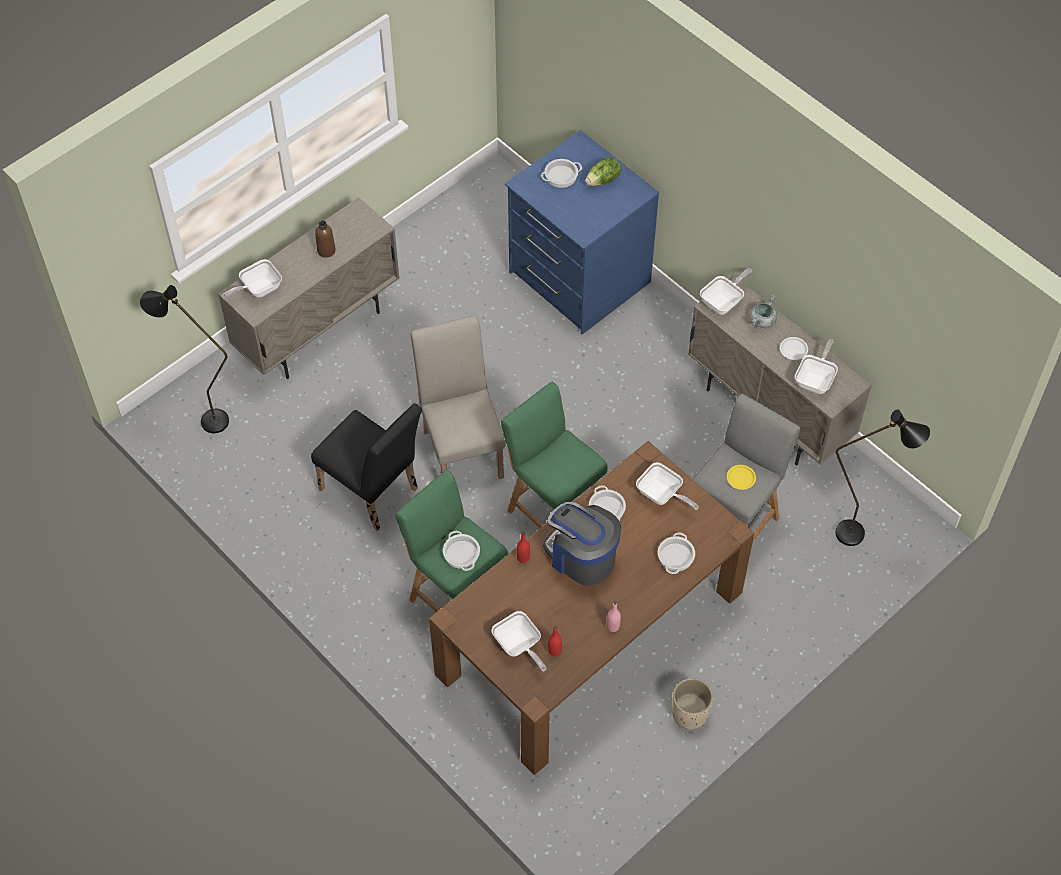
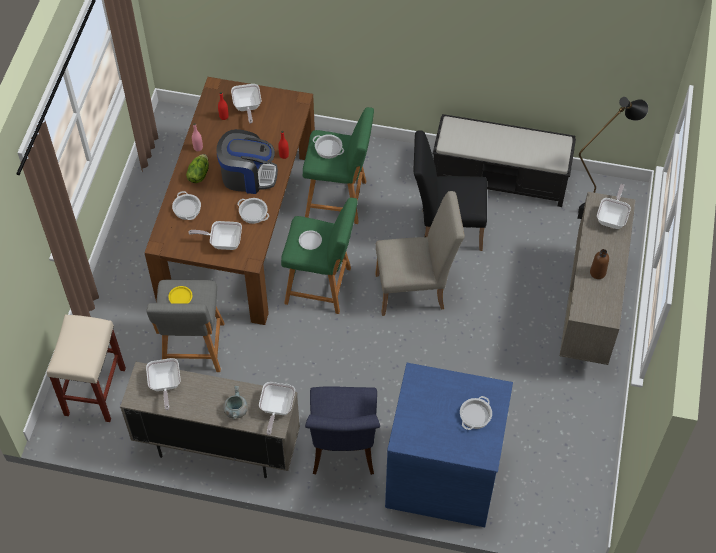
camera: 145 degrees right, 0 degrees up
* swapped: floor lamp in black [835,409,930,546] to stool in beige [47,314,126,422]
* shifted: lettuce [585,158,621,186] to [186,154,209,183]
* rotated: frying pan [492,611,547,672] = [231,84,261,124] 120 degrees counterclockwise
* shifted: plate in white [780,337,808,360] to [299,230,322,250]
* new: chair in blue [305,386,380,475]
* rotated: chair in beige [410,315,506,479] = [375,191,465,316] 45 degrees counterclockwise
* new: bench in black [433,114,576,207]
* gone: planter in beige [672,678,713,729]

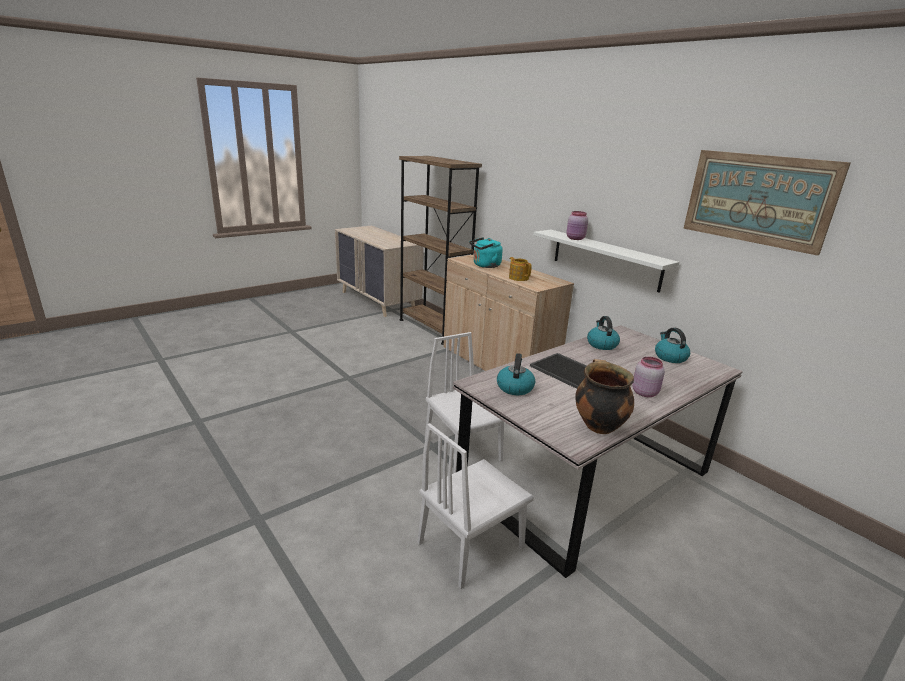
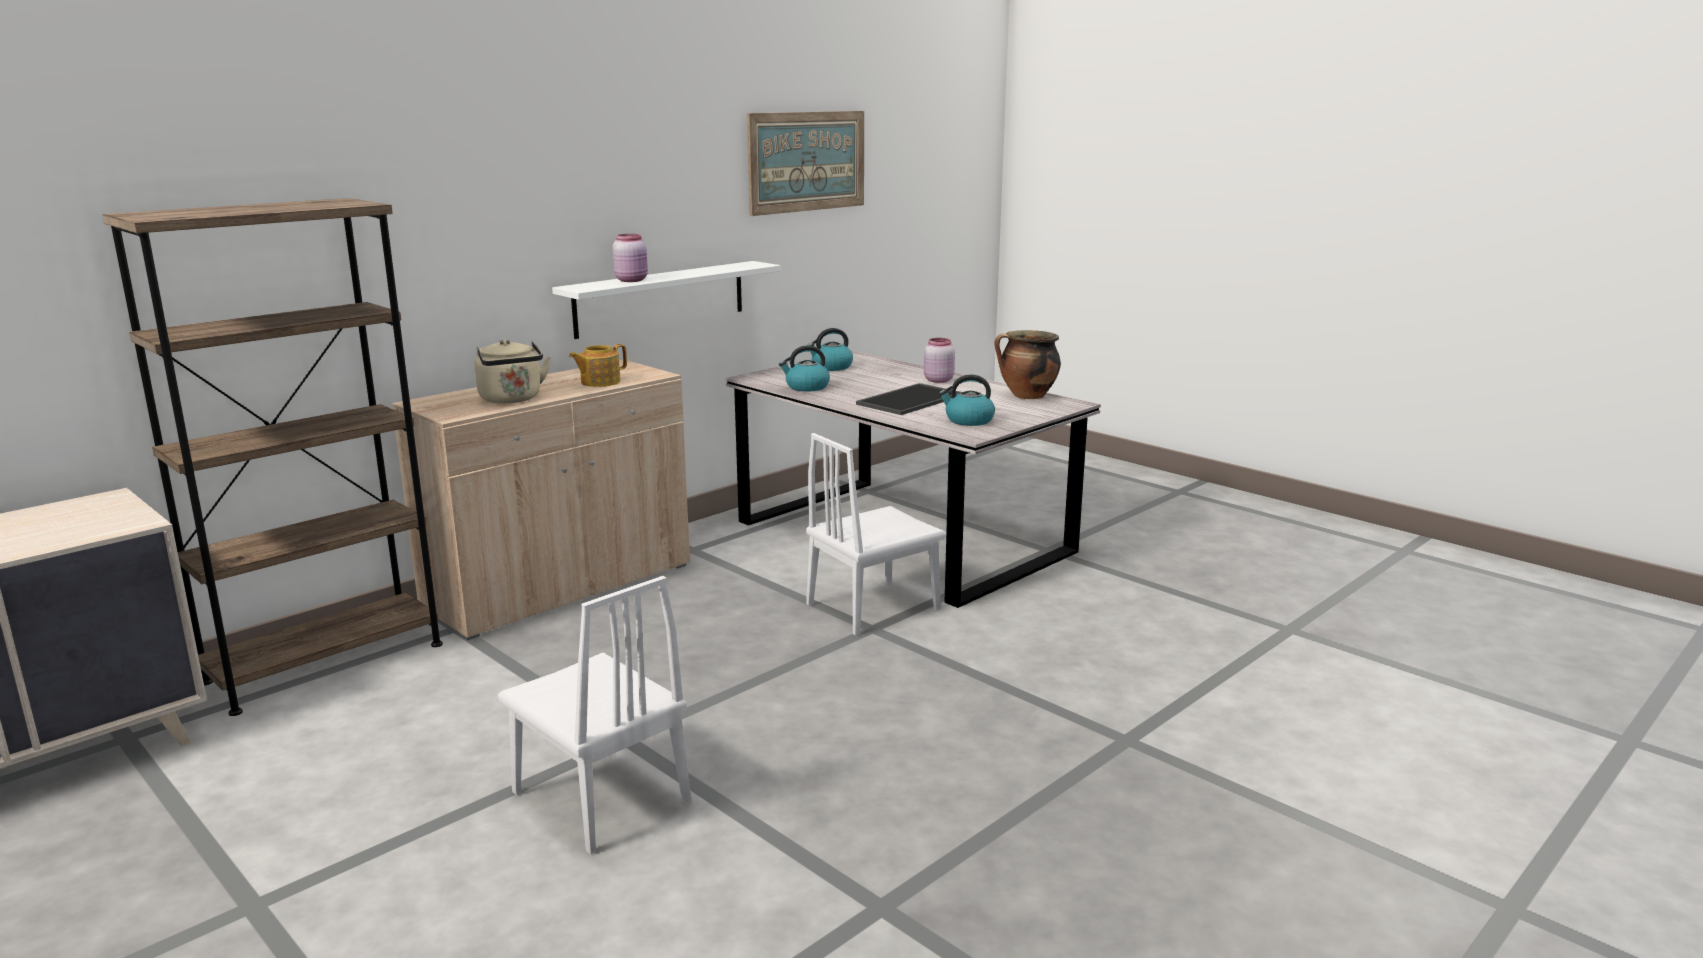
camera: 95 degrees left, 5 degrees down
* repainted: kettle in turquoise [470,237,503,268] to kettle in beige [475,339,551,403]
* shifted: chair in white [417,423,534,589] to [498,576,692,855]

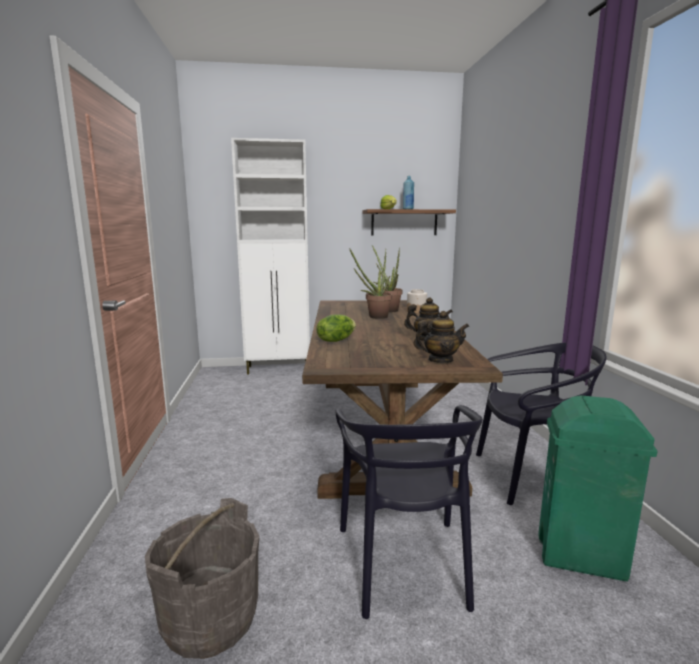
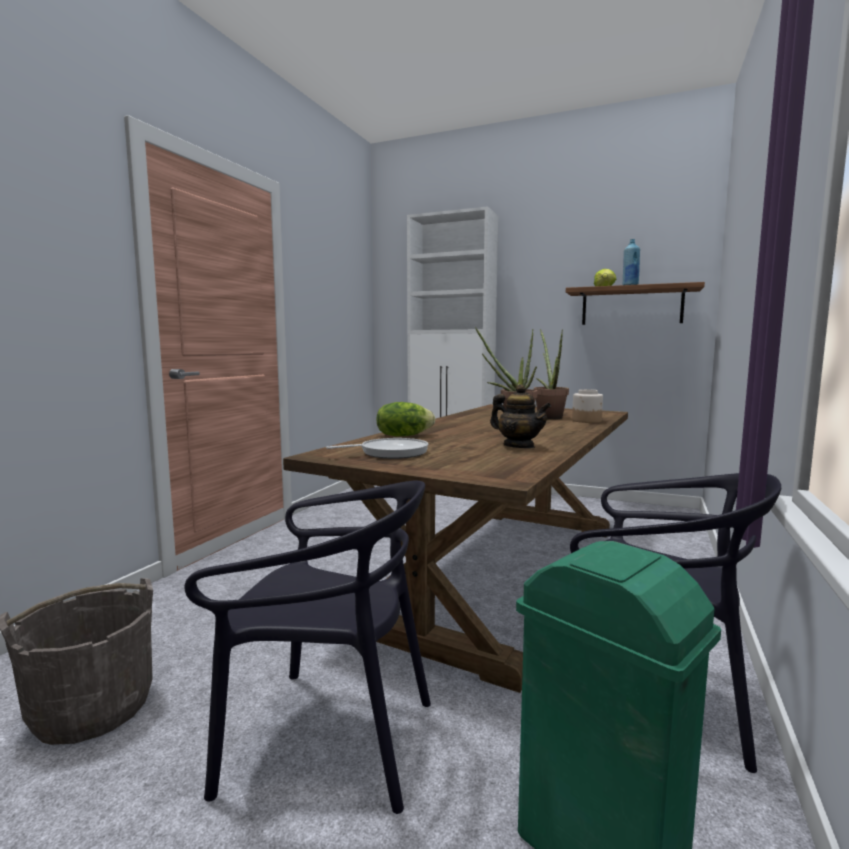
camera: 30 degrees right, 5 degrees down
* rotated: chair in black [335,405,483,619] = [185,481,431,814] 105 degrees counterclockwise
* new: frying pan [326,438,428,459]
* gone: teapot [414,311,469,363]

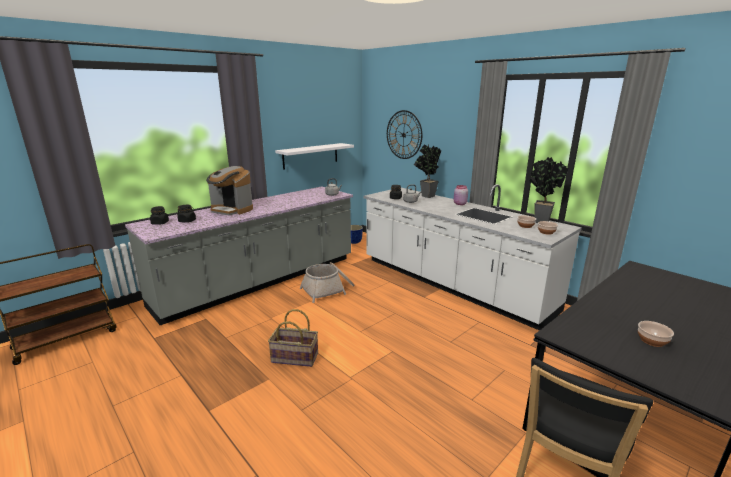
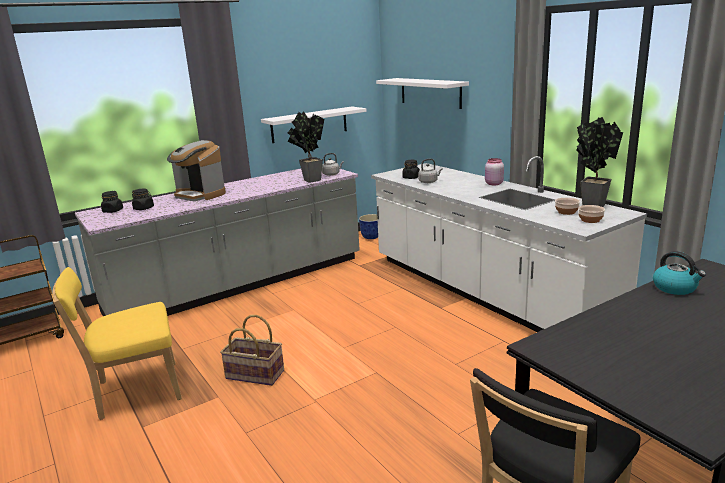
camera: 10 degrees right, 0 degrees up
* new: chair in yellow [53,267,182,420]
* shifted: potted plant [414,144,442,198] to [287,111,324,183]
* swapped: wall clock [387,110,422,159] to shelf in white [376,78,469,109]
* new: kettle [653,251,706,295]
* gone: basket [300,262,355,303]
* gone: bowl [638,321,674,347]

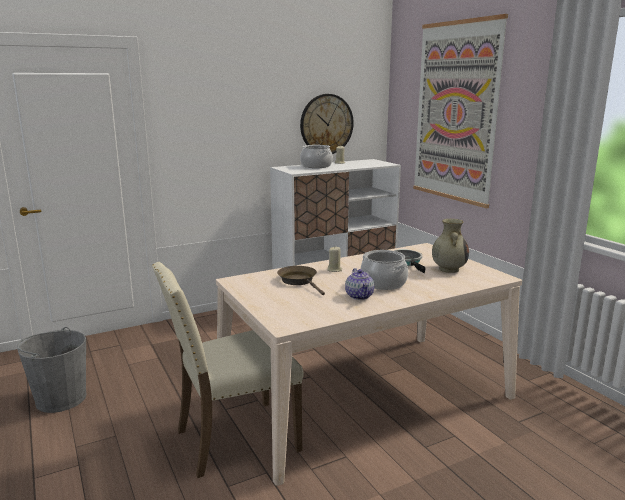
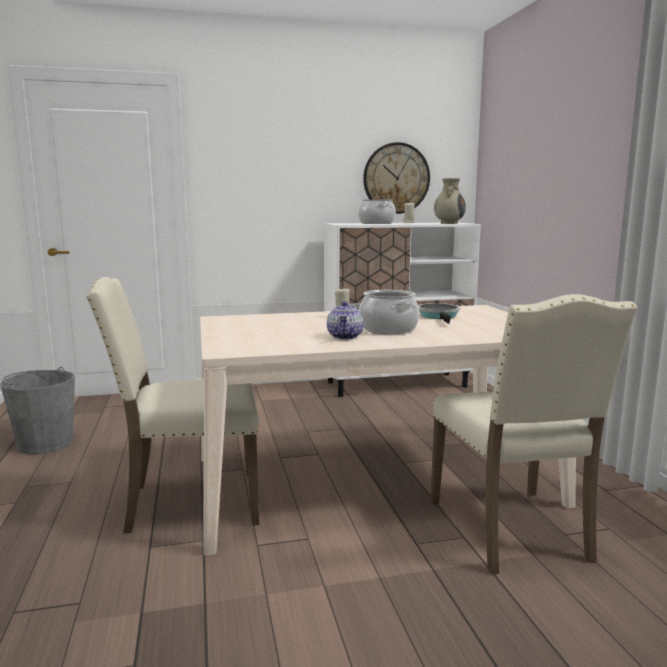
camera: 15 degrees right, 5 degrees down
* new: chair in beige [430,294,637,575]
* shifted: vase in beige [432,219,469,273] to [434,178,466,224]
* gone: frying pan in brown [277,266,325,295]
* gone: picture [413,14,508,208]

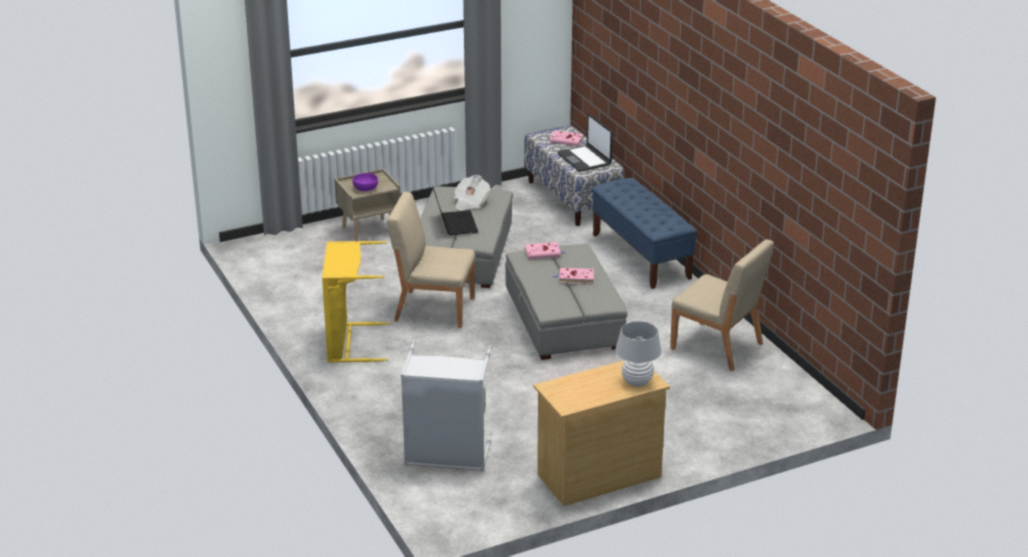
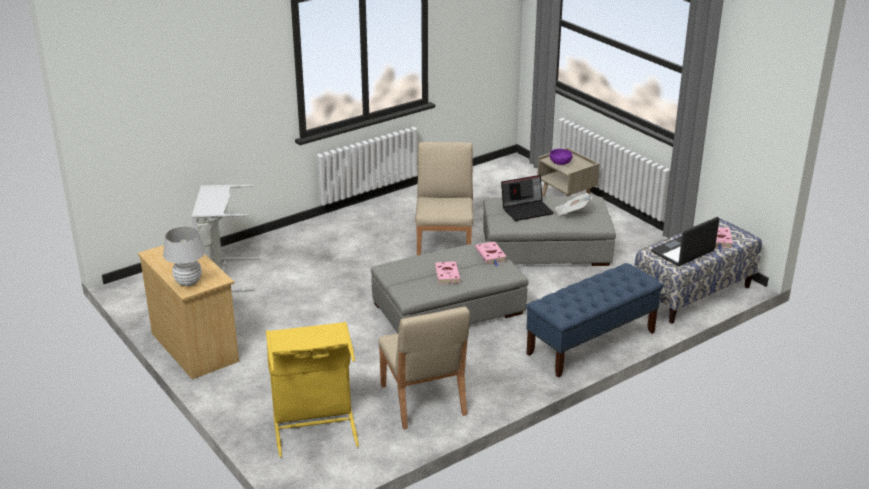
camera: 80 degrees right, 0 degrees up
* shifted: laundry basket in yellow [322,241,390,362] to [266,322,359,457]
* rotated: chair in beige [670,239,774,371] = [378,307,470,429] 45 degrees counterclockwise

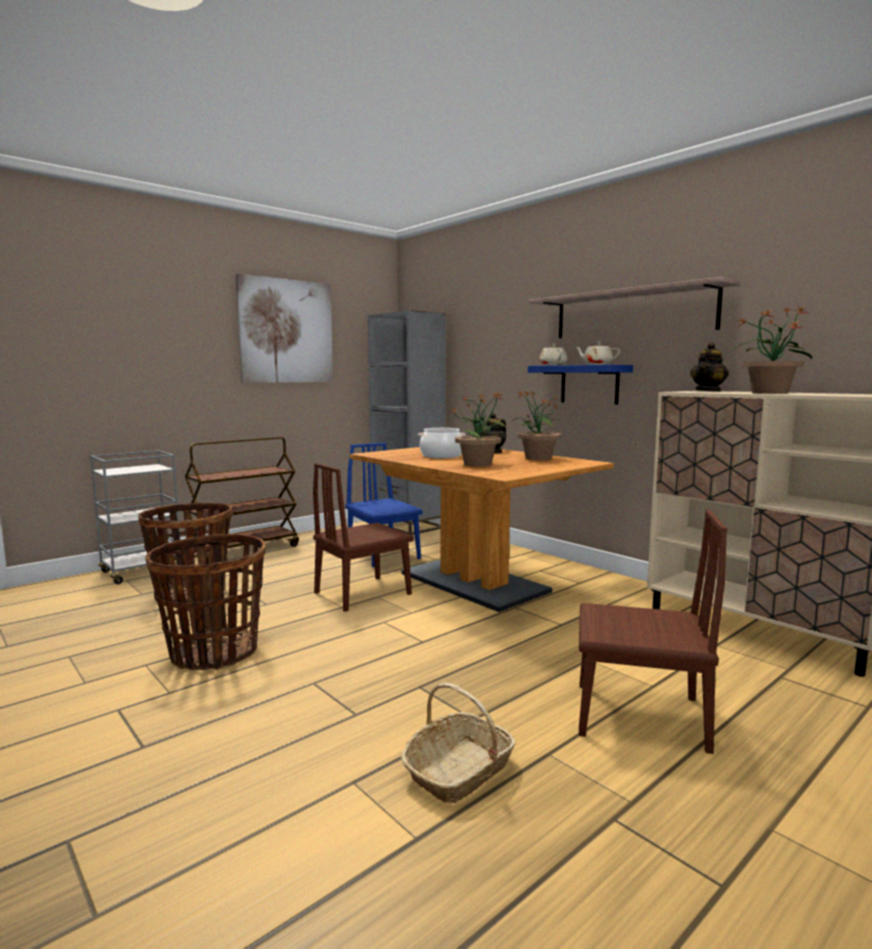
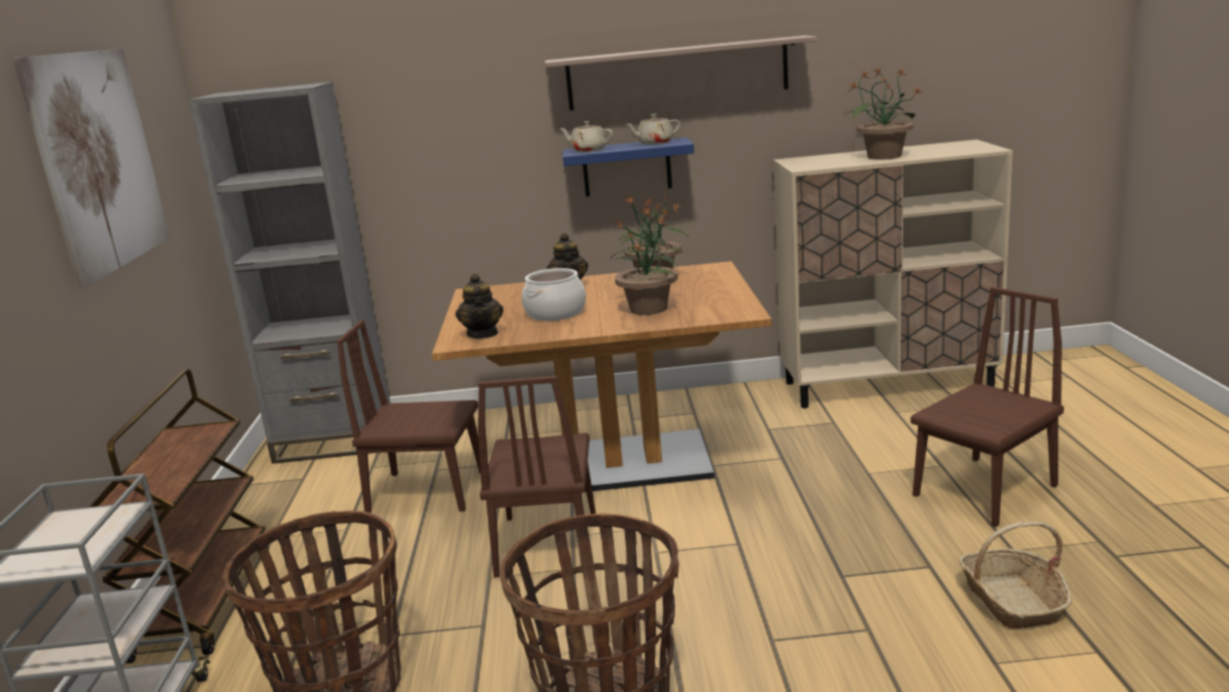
camera: 50 degrees left, 10 degrees up
* repainted: chair in blue [345,443,422,568] to chair in brown [337,320,481,513]
* shifted: teapot [690,342,729,392] to [455,274,503,339]

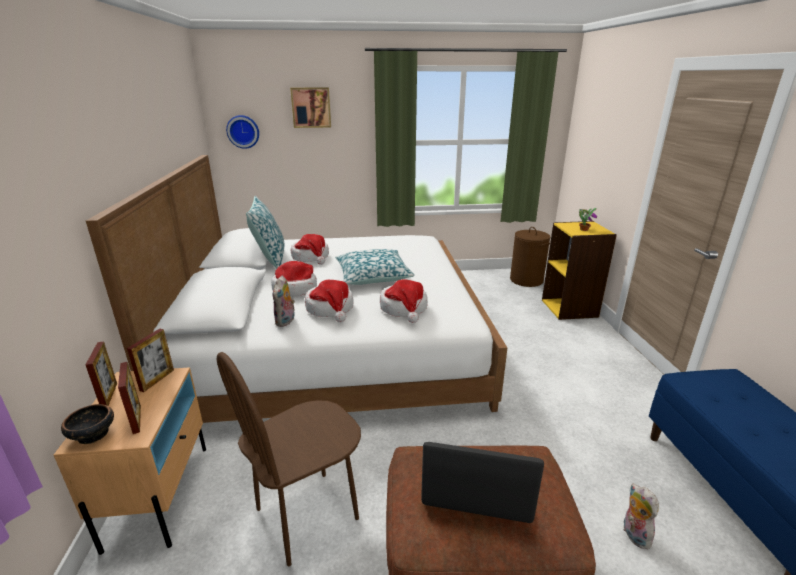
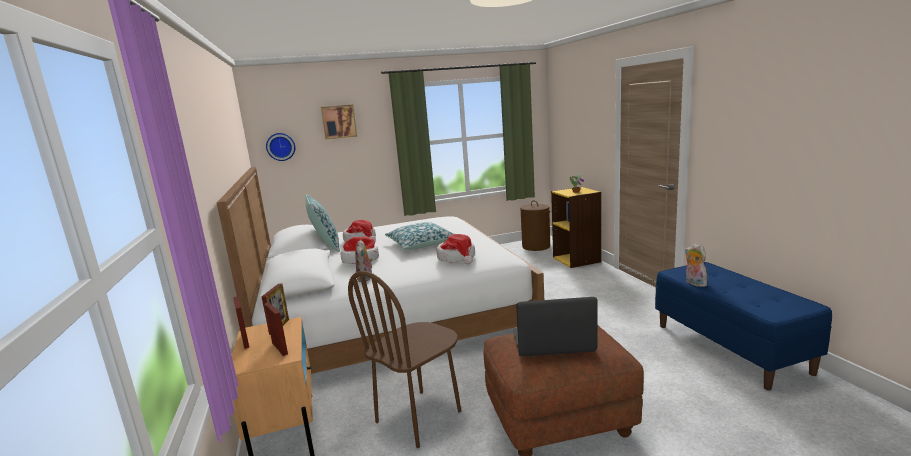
camera: 10 degrees left, 10 degrees down
* shifted: plush toy [622,484,659,549] to [685,243,707,287]
* gone: bowl [61,404,114,444]
* gone: hat [305,280,354,322]

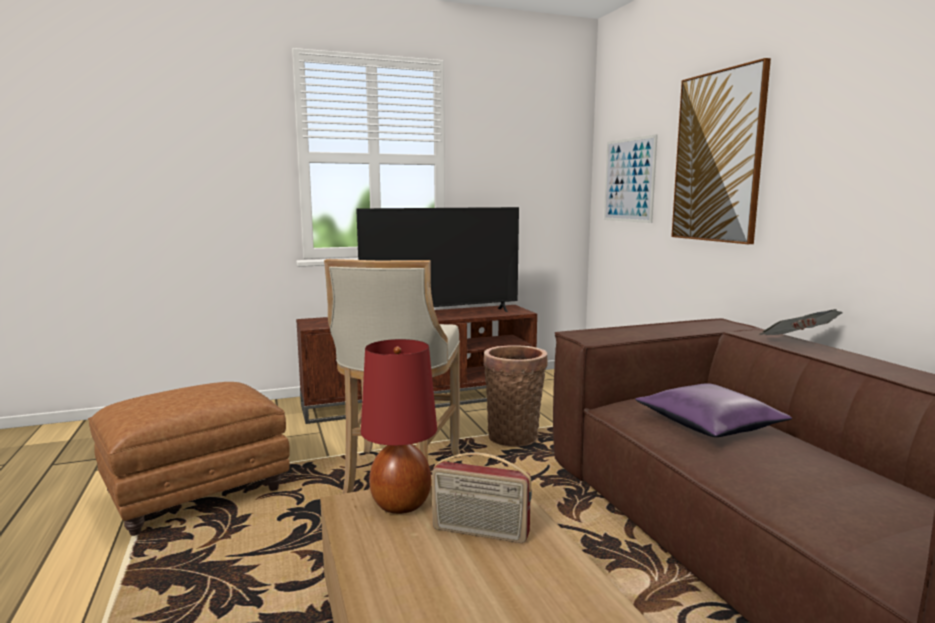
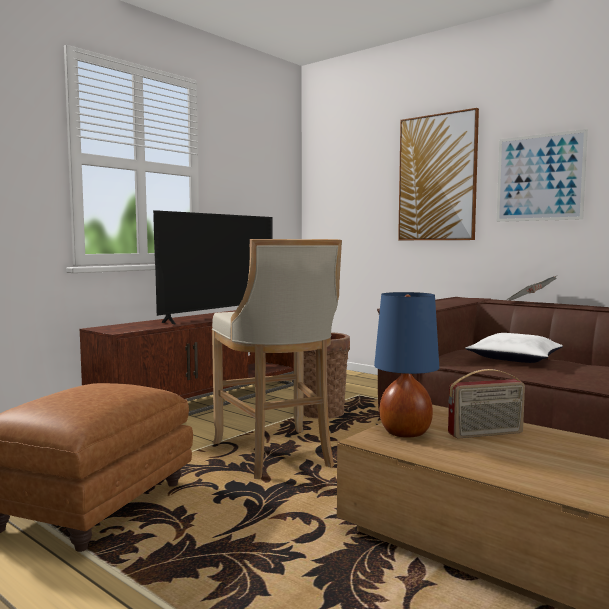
camera: 30 degrees left, 5 degrees down
* repainted: table lamp in red [361,339,437,514] to table lamp in blue [374,292,439,438]
* repainted: pillow in purple [635,383,792,437] to pillow in white [465,333,563,363]
* shifted: picture [604,134,658,223] to [497,129,588,222]

